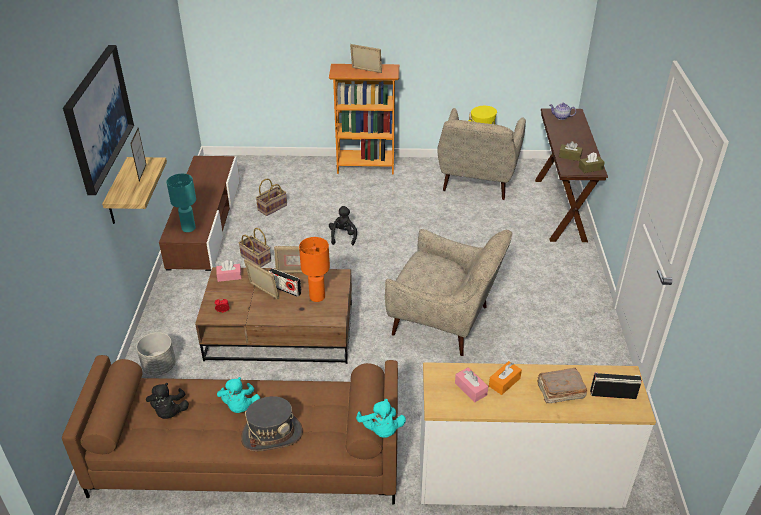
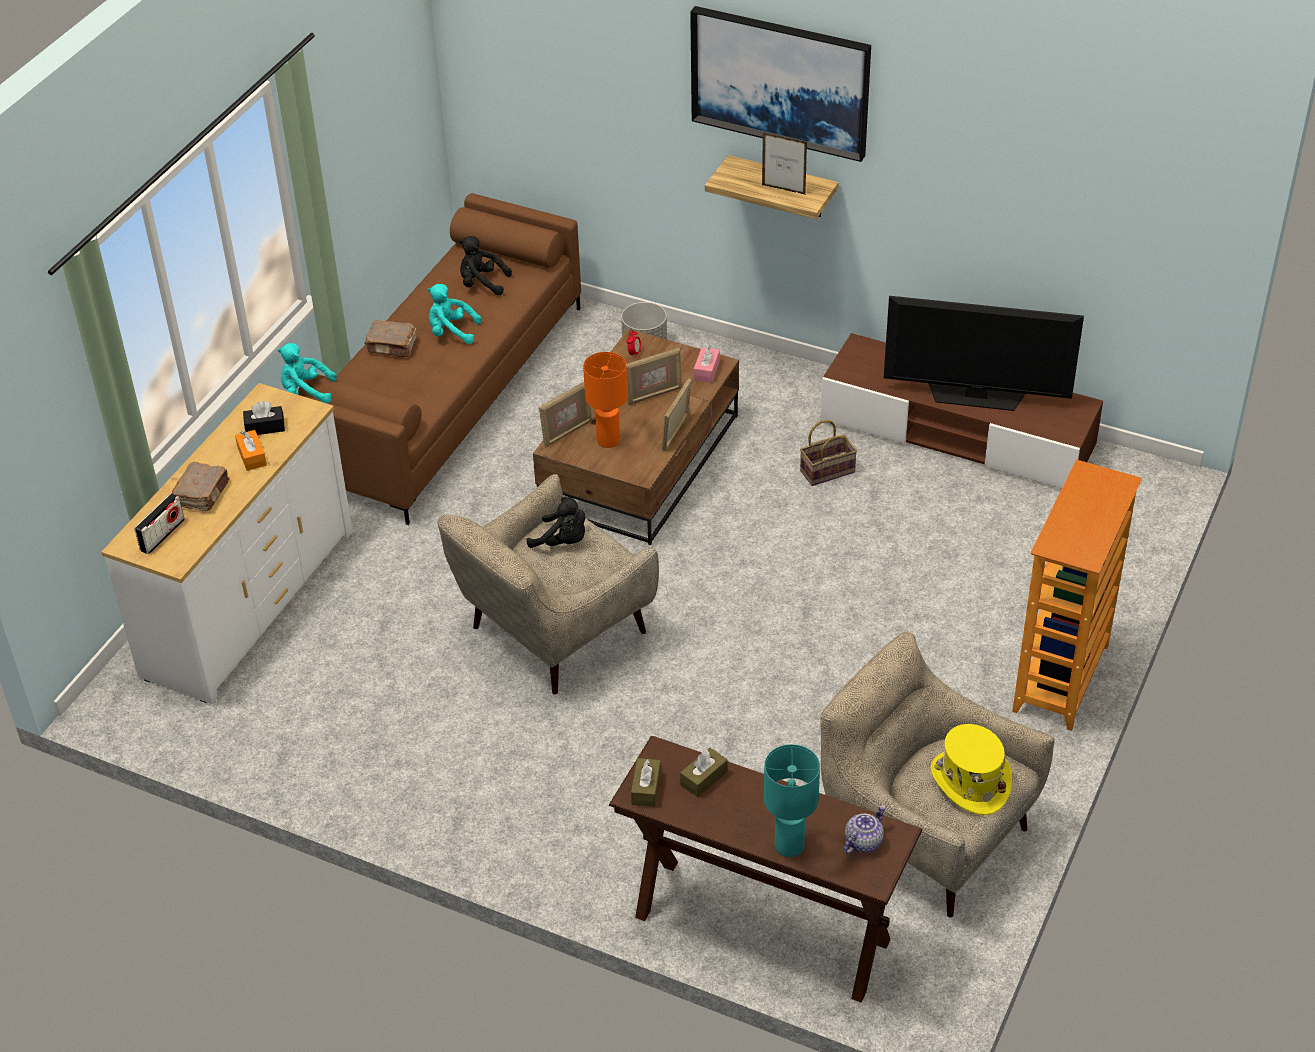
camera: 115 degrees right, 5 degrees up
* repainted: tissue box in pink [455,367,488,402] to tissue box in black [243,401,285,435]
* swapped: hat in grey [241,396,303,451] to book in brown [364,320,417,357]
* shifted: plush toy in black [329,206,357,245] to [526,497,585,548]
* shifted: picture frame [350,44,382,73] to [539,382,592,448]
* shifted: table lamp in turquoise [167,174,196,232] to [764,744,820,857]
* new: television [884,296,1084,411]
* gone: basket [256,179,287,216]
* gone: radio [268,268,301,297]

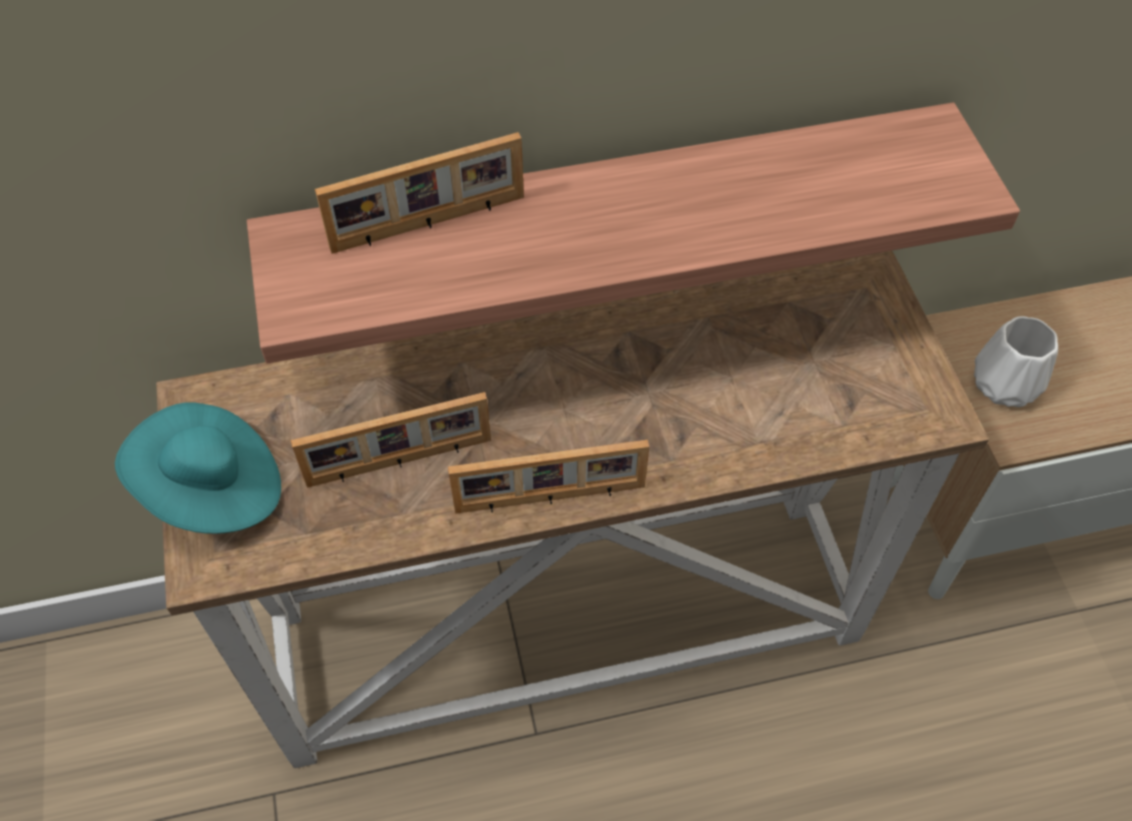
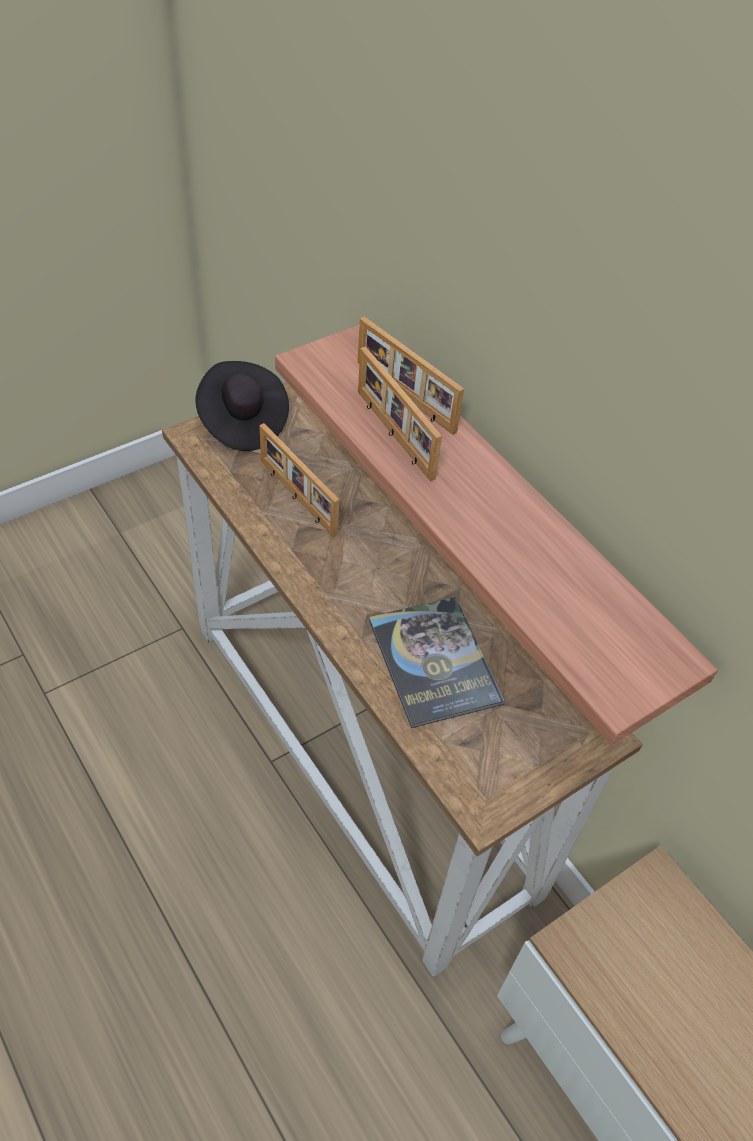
camera: 65 degrees right, 5 degrees down
* repainted: hat in turquoise [115,402,281,534] to hat in black [195,361,289,451]
* shifted: picture frame [448,440,649,514] to [358,346,442,481]
* new: book [369,597,505,728]
* gone: vase in white [974,316,1058,407]

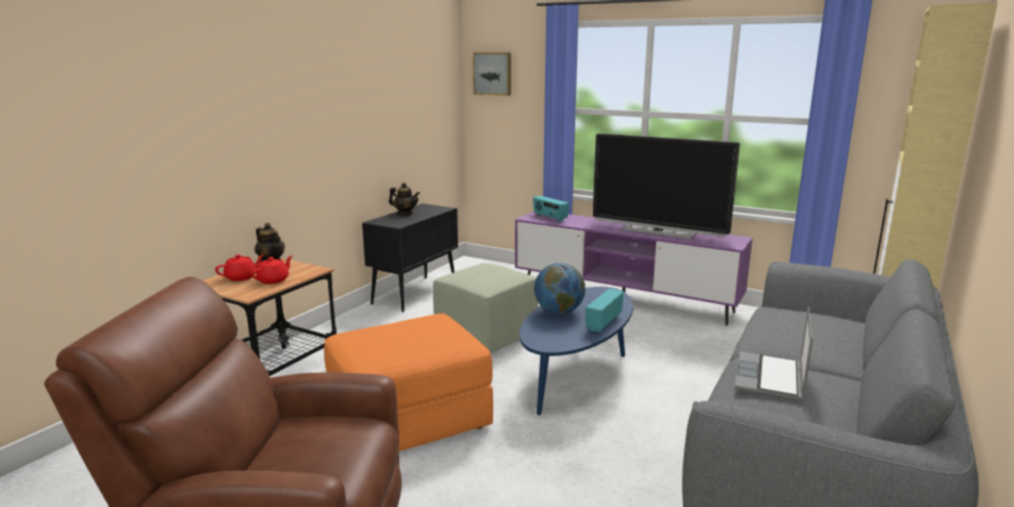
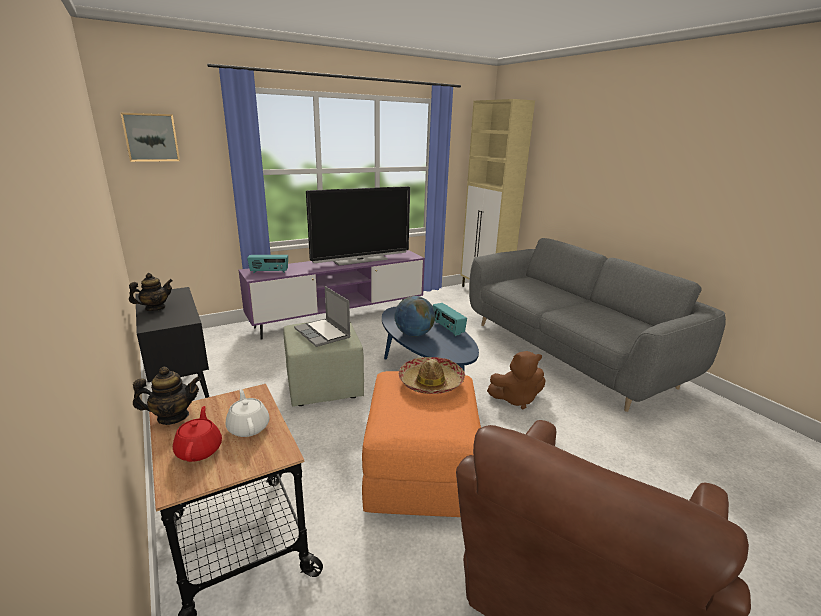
camera: 60 degrees left, 5 degrees up
* repainted: teapot in red [251,256,293,284] to teapot in white [226,389,270,437]
* shifted: laptop [735,307,813,402] to [294,286,351,347]
* new: hat [399,357,465,394]
* new: plush toy in brown [487,351,546,409]

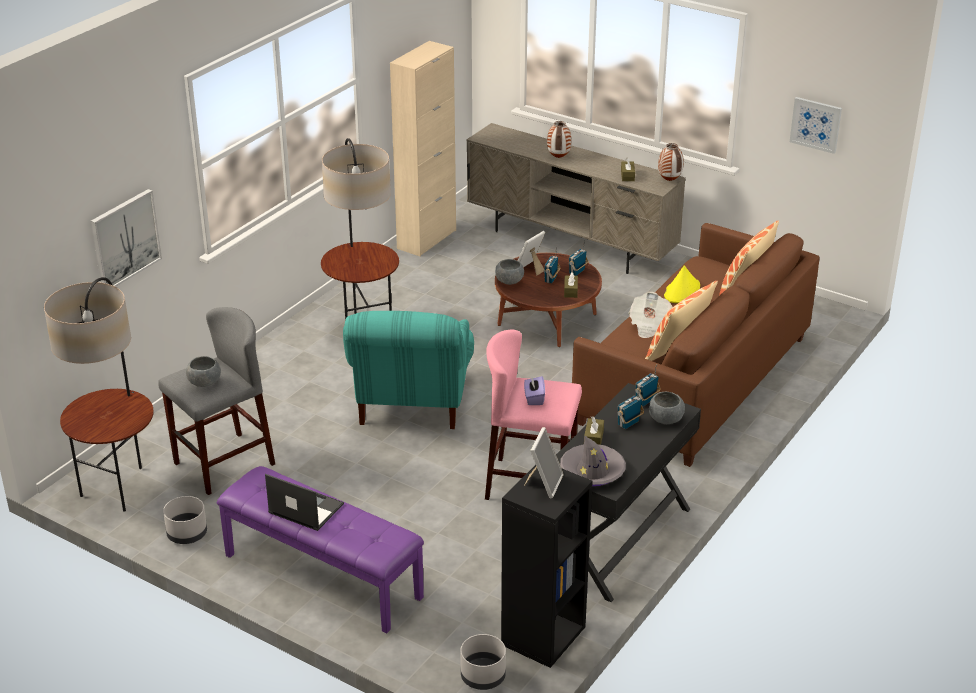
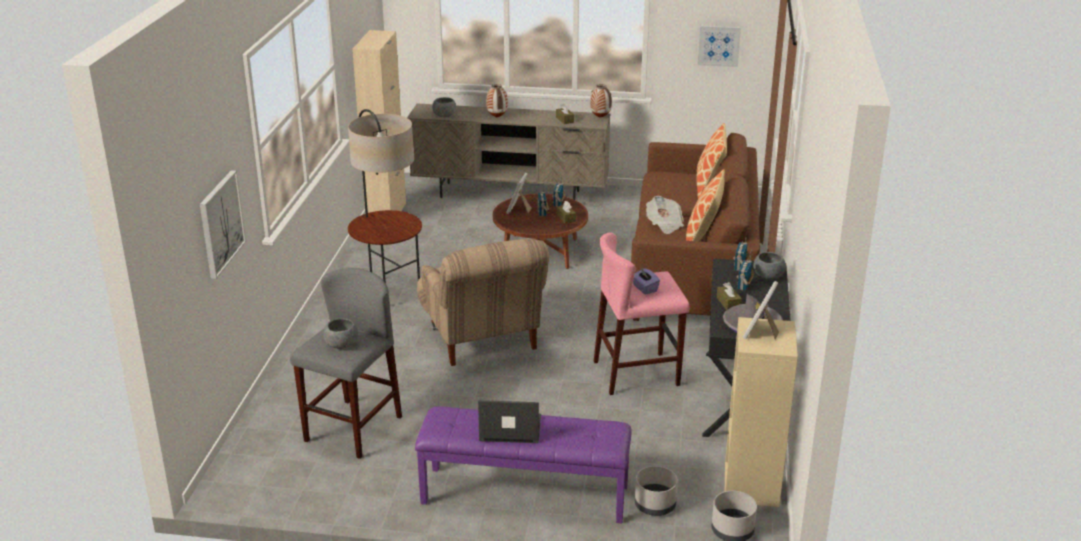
camera: 25 degrees left, 5 degrees down
* repainted: armchair in turquoise [343,311,474,429] to armchair in beige [417,239,549,366]
* shifted: bowl in grey [495,259,524,285] to [432,97,456,117]
* shifted: planter in grey [163,496,207,544] to [635,466,678,516]
* repainted: bookcase in black [501,465,593,668] to bookcase in beige [725,317,798,507]
* rotated: picture frame [524,427,564,498] = [743,281,779,340] 150 degrees counterclockwise
* gone: floor lamp [44,277,154,511]
* gone: hat in yellow [664,265,700,303]

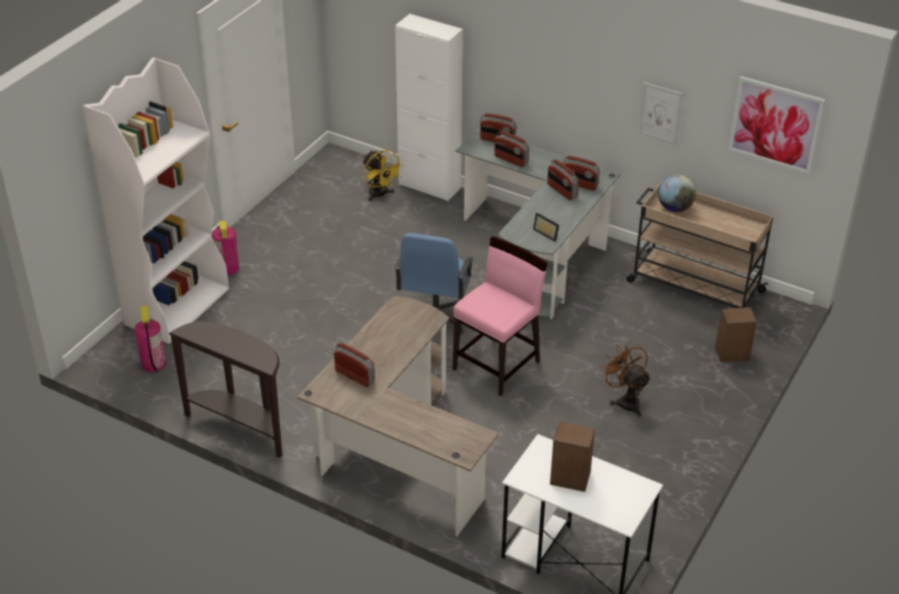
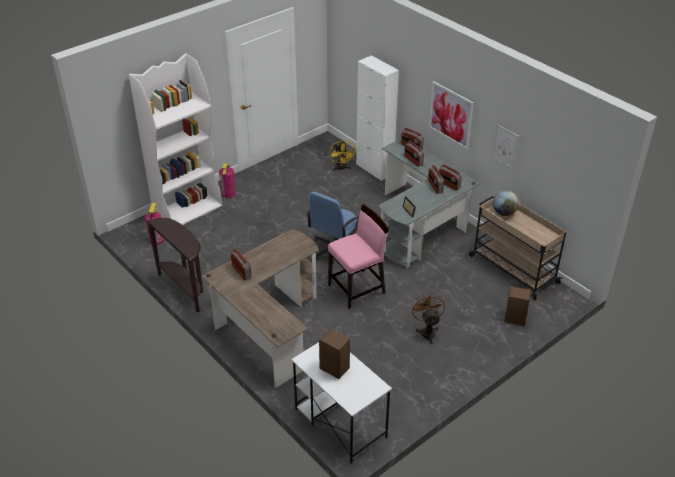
camera: 20 degrees right, 0 degrees up
* shifted: picture [728,76,825,174] to [429,81,474,150]

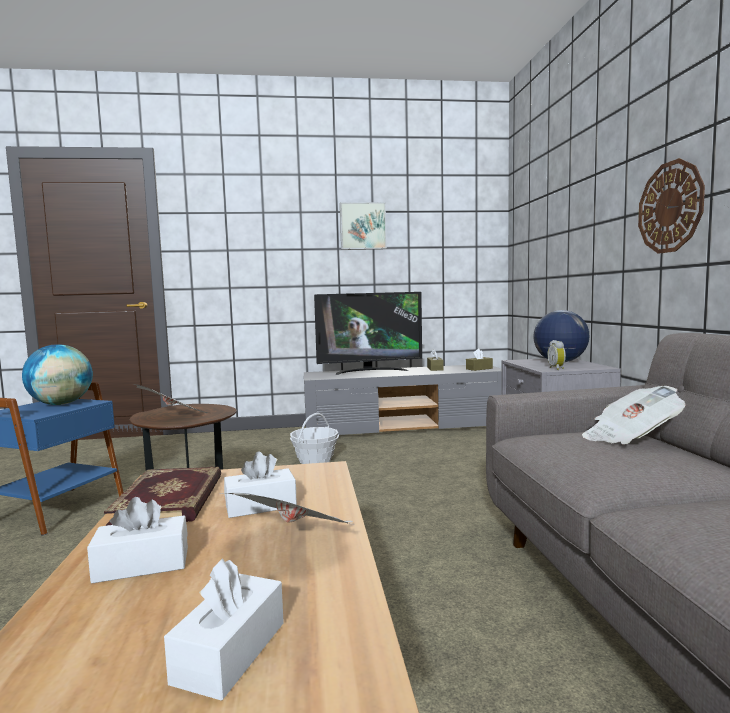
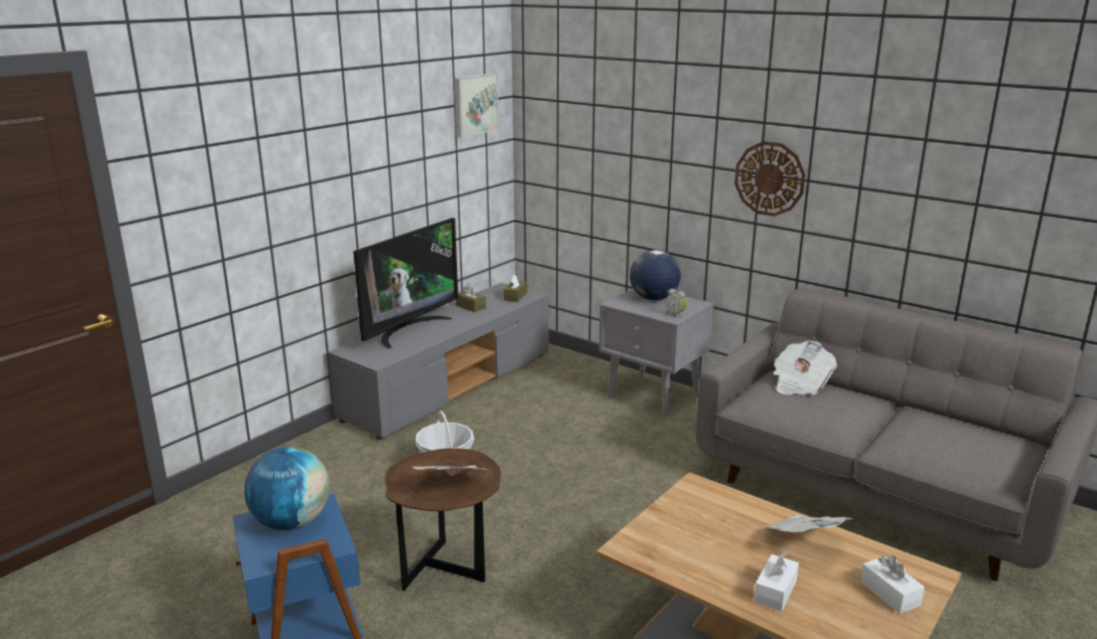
camera: 45 degrees left, 15 degrees up
* shifted: picture [340,202,387,250] to [454,73,499,137]
* gone: book [104,466,221,526]
* gone: tissue box in white [224,451,297,518]

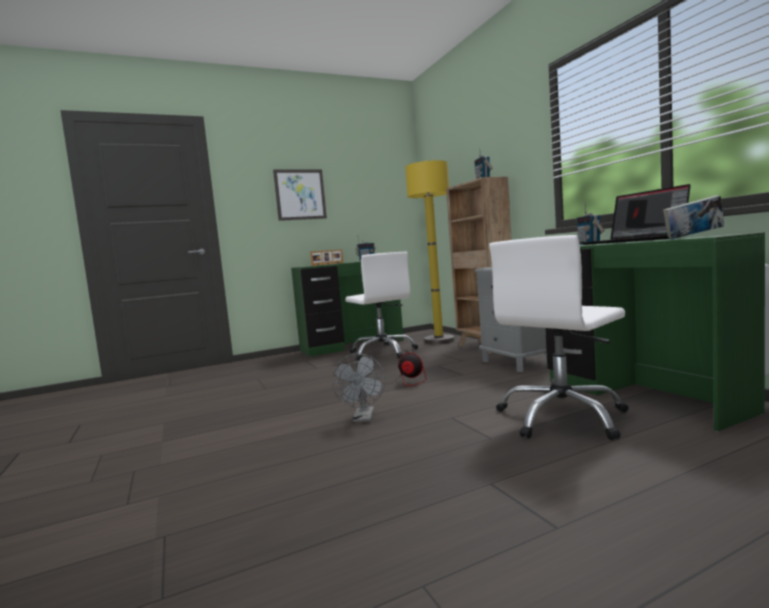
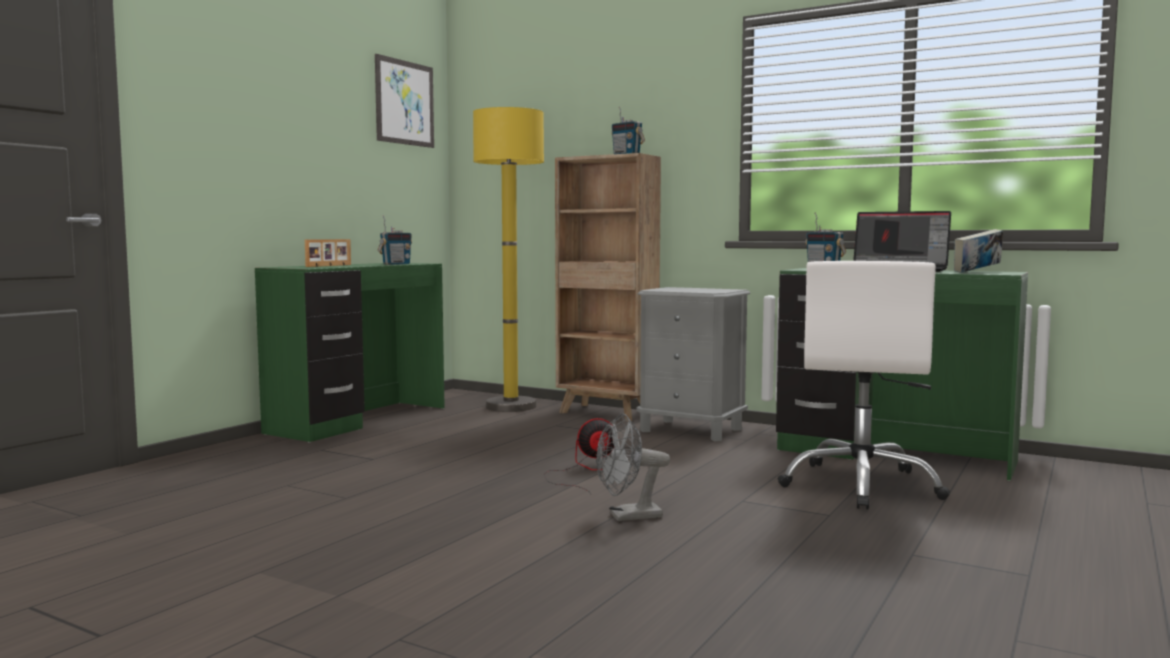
camera: 35 degrees left, 0 degrees up
* shifted: picture [273,169,327,221] to [375,54,434,148]
* rotated: fan in grey [332,353,385,422] = [596,414,670,521] 105 degrees clockwise
* gone: office chair in white [345,252,418,361]

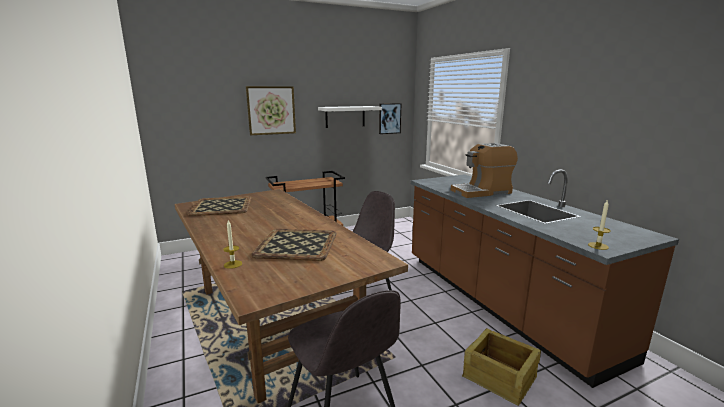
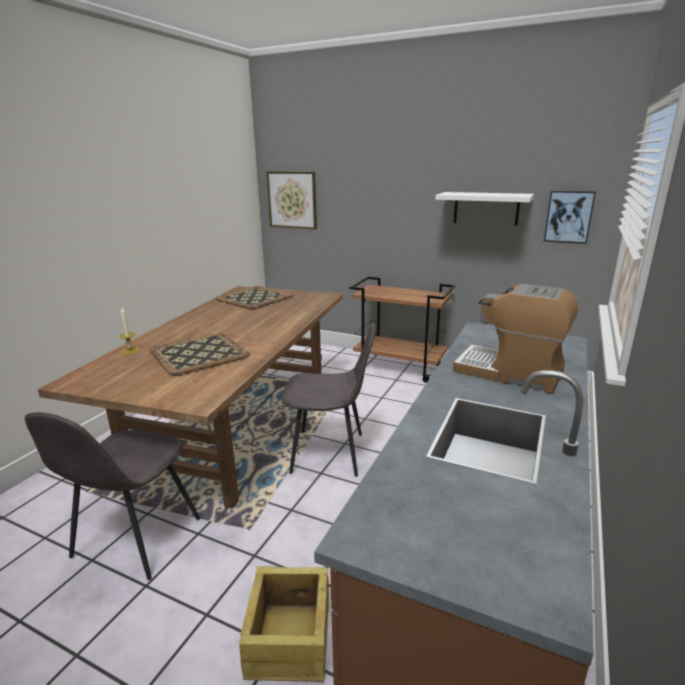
camera: 50 degrees right, 5 degrees up
* shifted: picture [246,86,296,135] to [266,171,317,230]
* gone: candle [588,199,611,250]

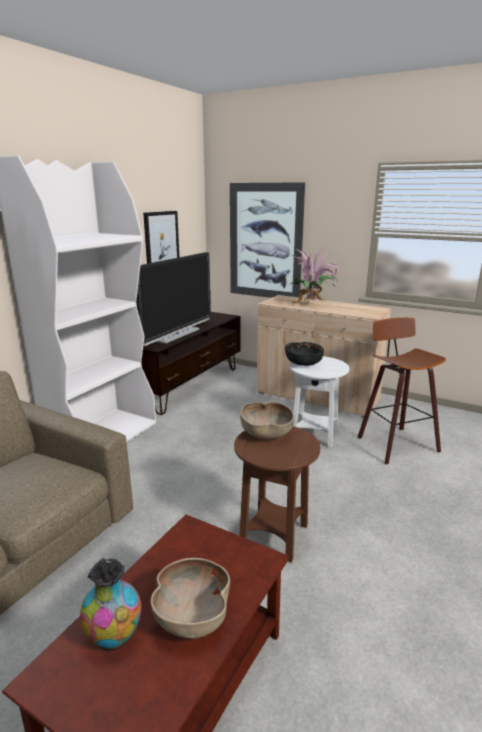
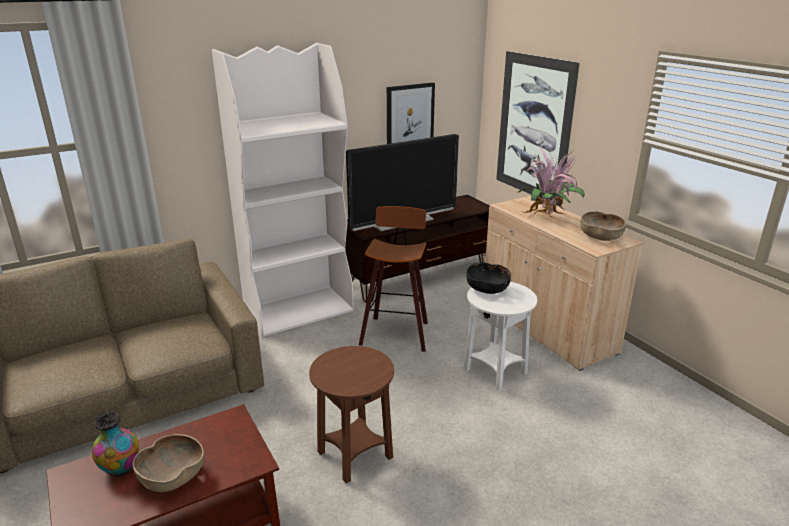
camera: 30 degrees right, 5 degrees up
* shifted: stool [357,317,446,465] to [359,206,428,352]
* shifted: bowl in brown [240,402,294,439] to [581,211,626,241]

